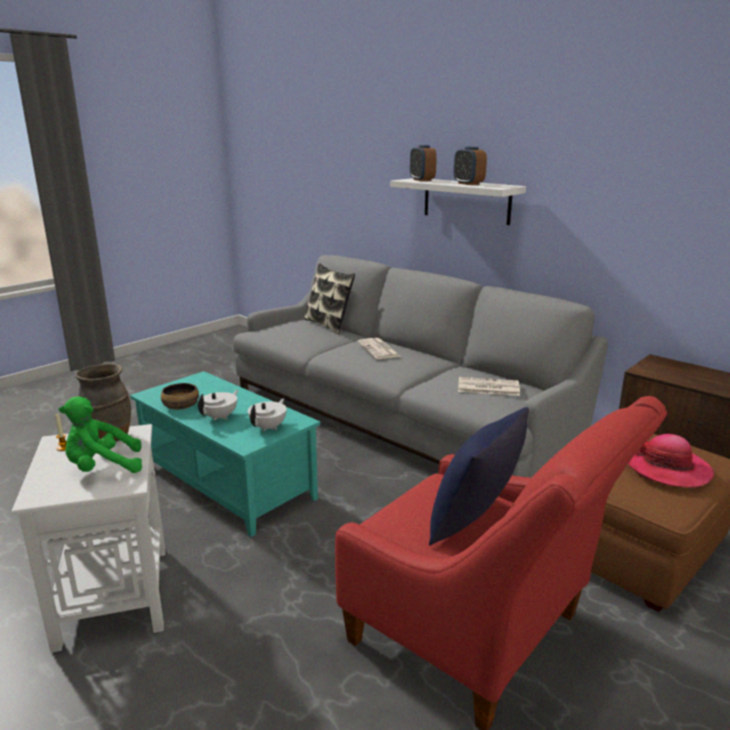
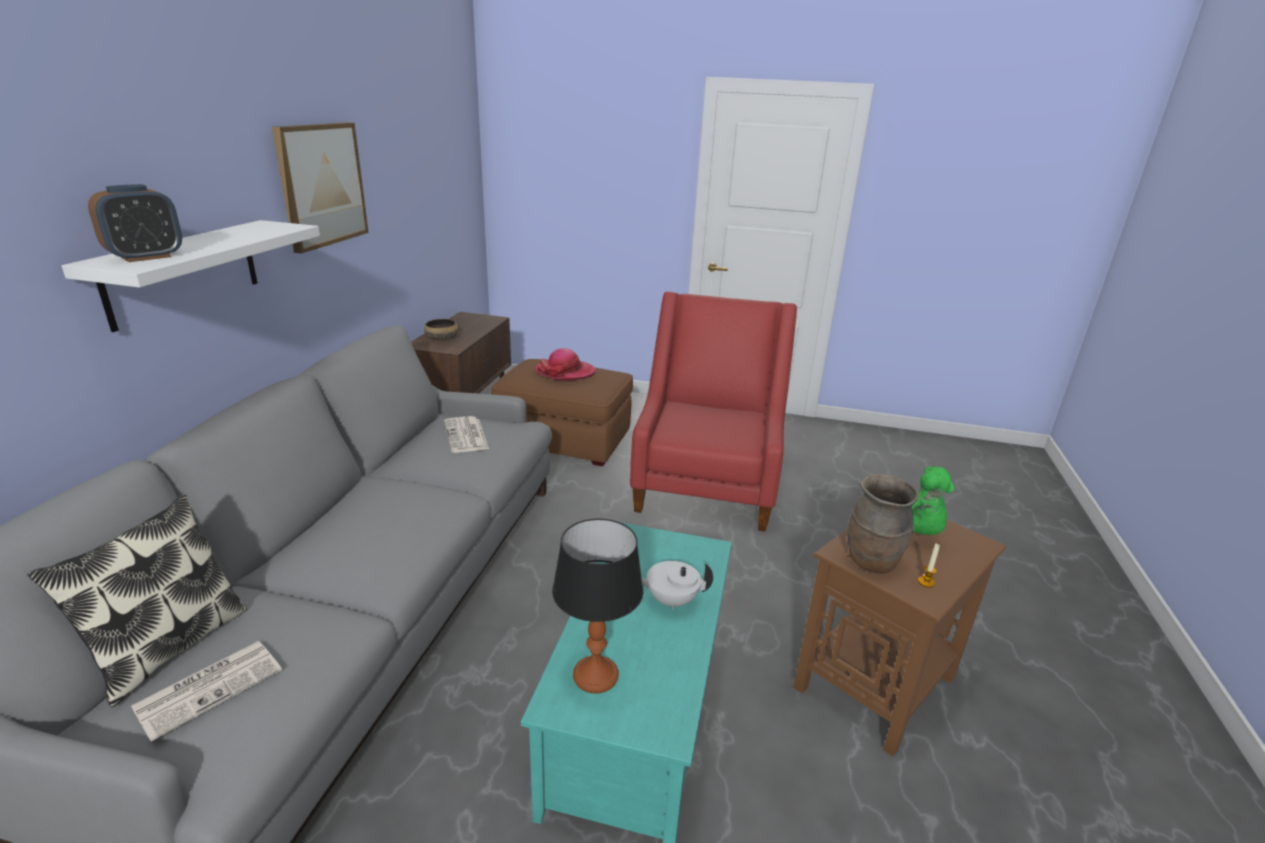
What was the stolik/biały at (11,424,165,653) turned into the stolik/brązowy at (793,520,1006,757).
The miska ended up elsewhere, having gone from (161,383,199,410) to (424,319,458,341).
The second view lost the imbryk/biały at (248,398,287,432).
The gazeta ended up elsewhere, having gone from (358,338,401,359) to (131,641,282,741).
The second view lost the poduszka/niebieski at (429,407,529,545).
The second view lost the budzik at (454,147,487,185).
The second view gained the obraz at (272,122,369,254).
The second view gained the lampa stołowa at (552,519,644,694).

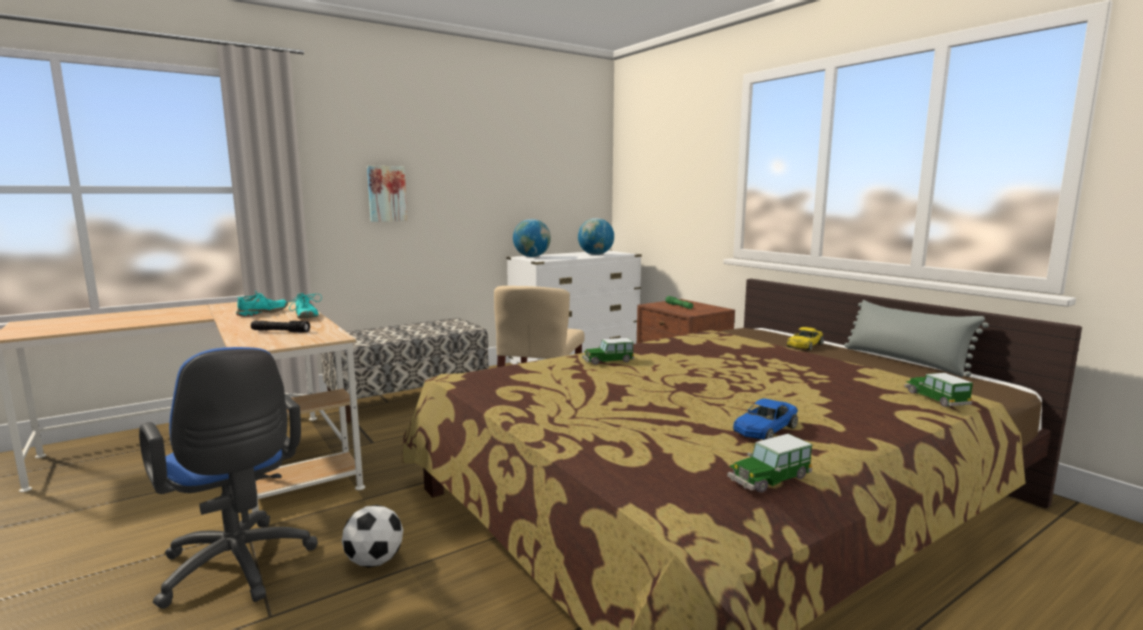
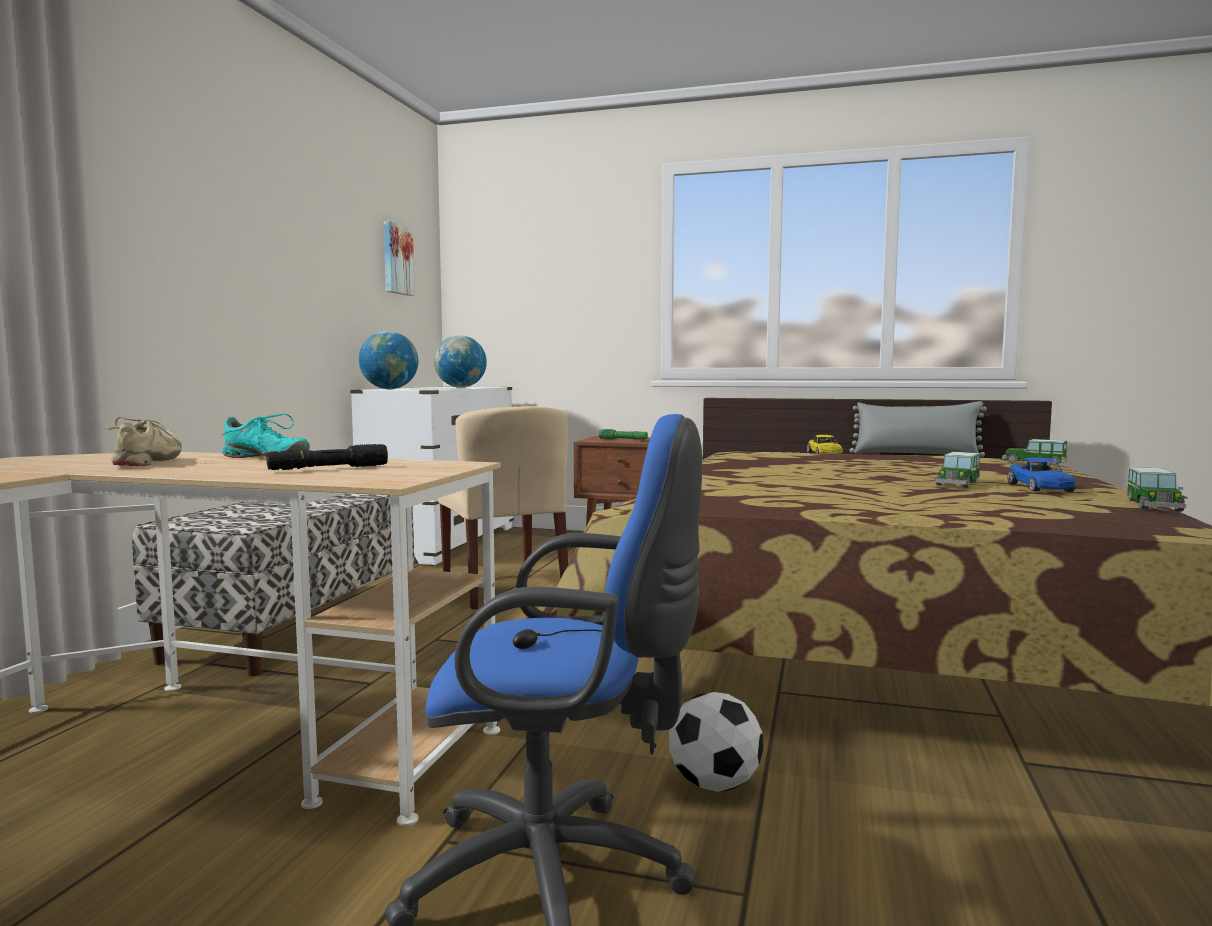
What was the but/turkusowy at (236,291,288,317) turned into the but/beżowy at (103,417,181,466).
The obraz ended up elsewhere, having gone from (367,165,407,222) to (384,221,415,296).
The samochodzik ended up elsewhere, having gone from (582,338,634,365) to (935,452,980,488).

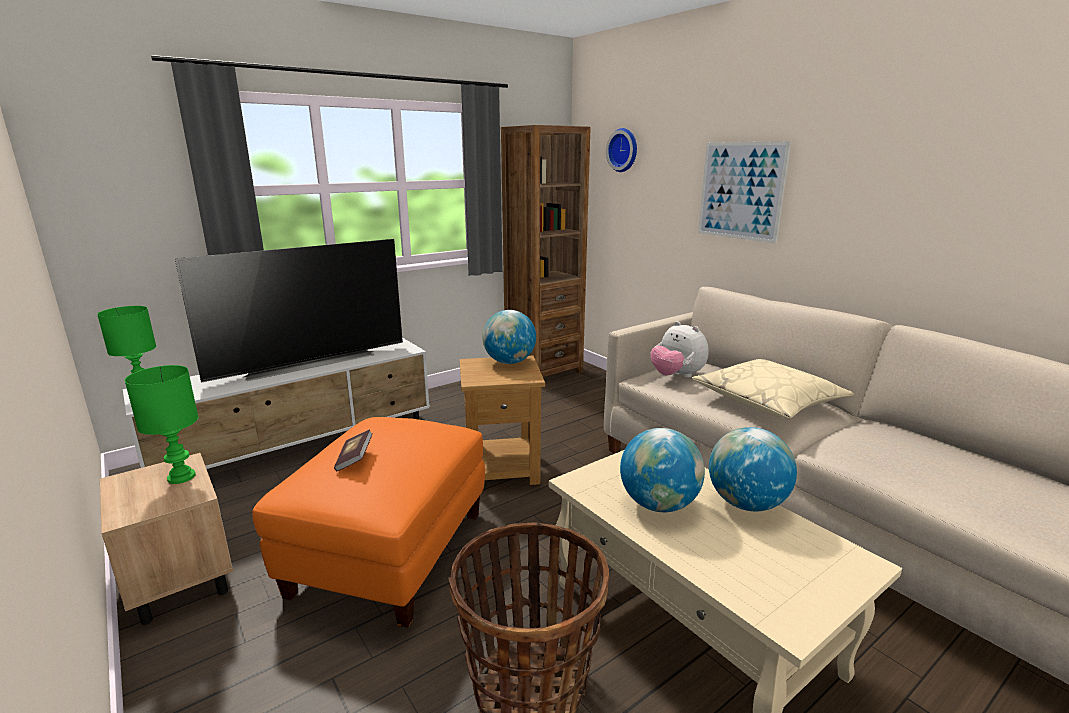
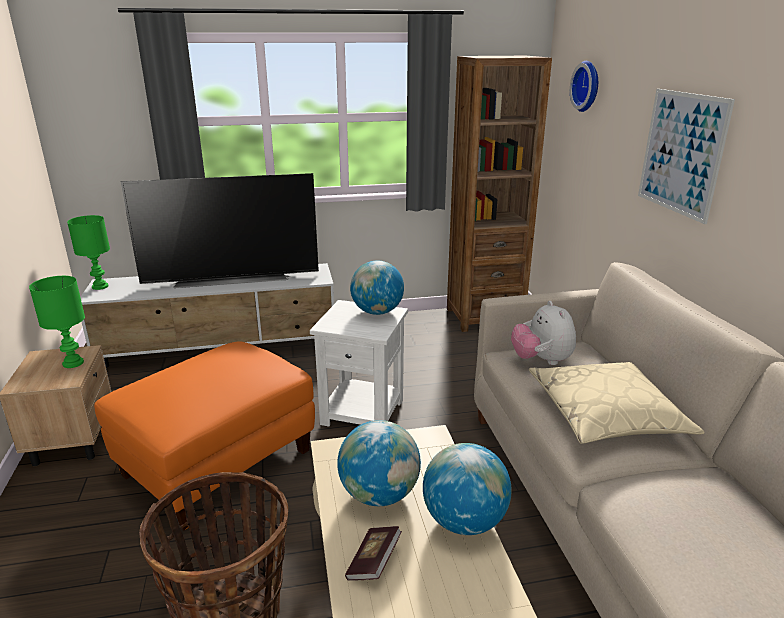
The książka ended up elsewhere, having gone from (334,429,373,471) to (345,526,402,581).
What was the stolik/brązowy at (459,355,545,485) turned into the stolik/biały at (310,300,408,427).

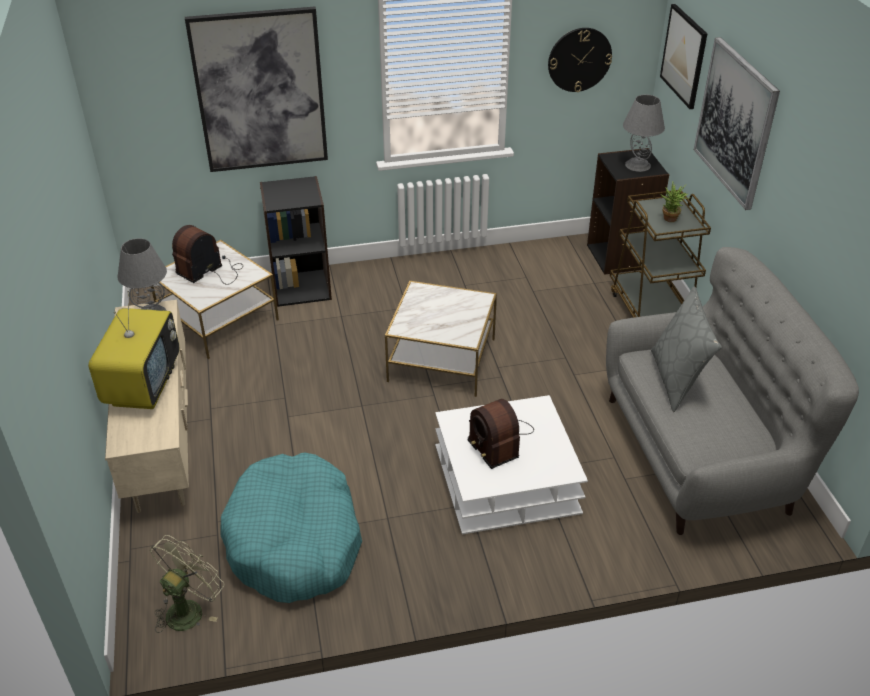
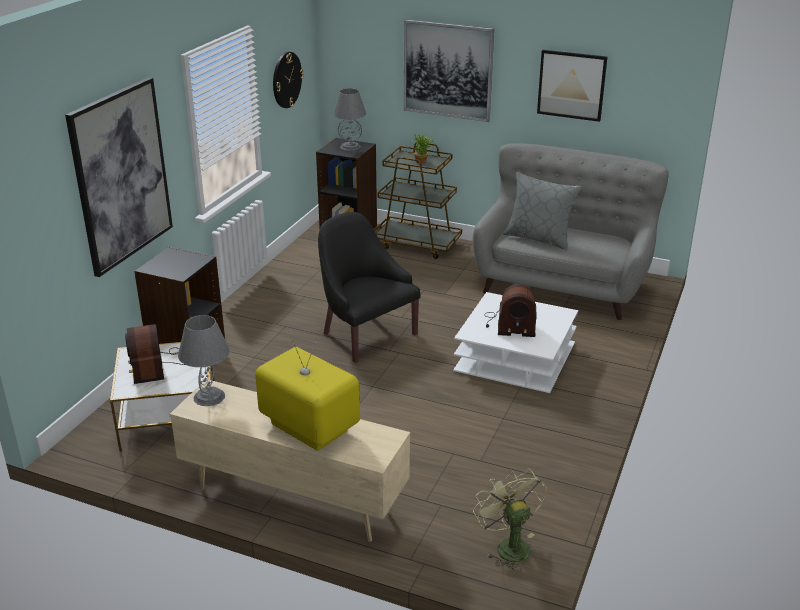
The second view lost the legowisko/turkusowy at (220,453,362,603).
Where the stolik stood at (385,281,497,397), the fotel/czarny came to stand at (318,212,421,363).
The obraz ended up elsewhere, having gone from (660,4,707,109) to (537,50,607,122).

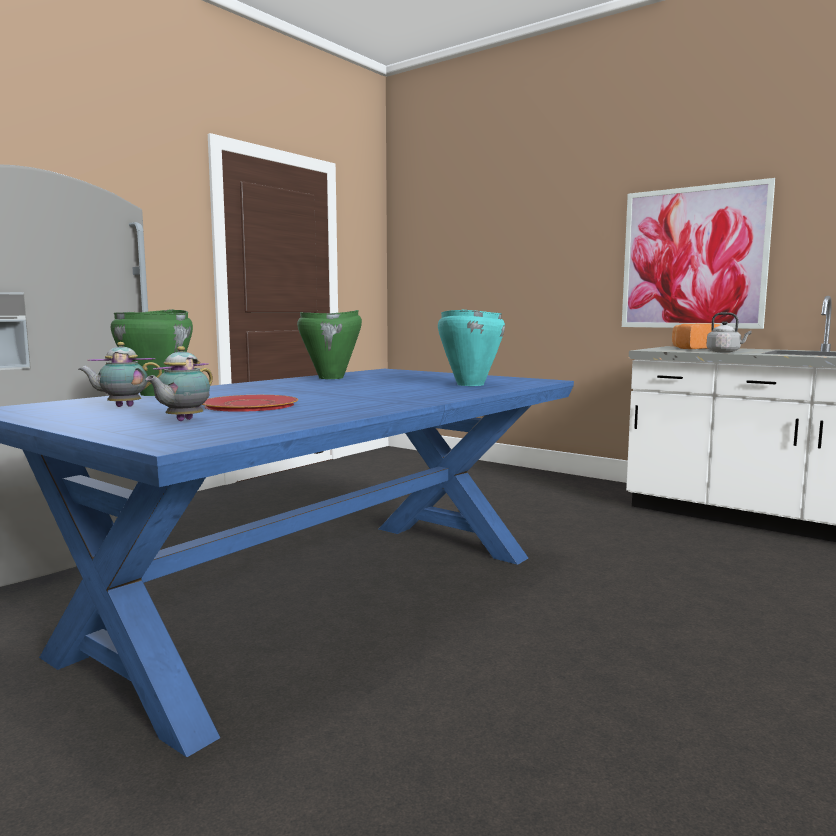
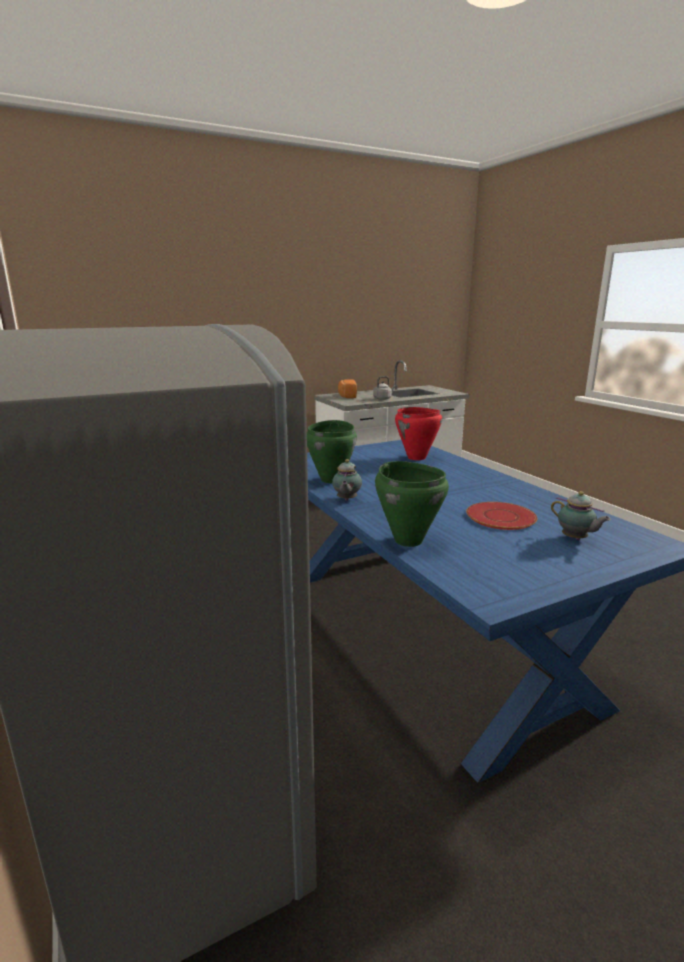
The imbryk ended up elsewhere, having gone from (79,342,162,407) to (332,459,362,501).
What was the garnek/turkusowy at (438,310,505,386) turned into the garnek/czerwony at (395,407,442,460).
The second view lost the obraz at (622,178,775,329).

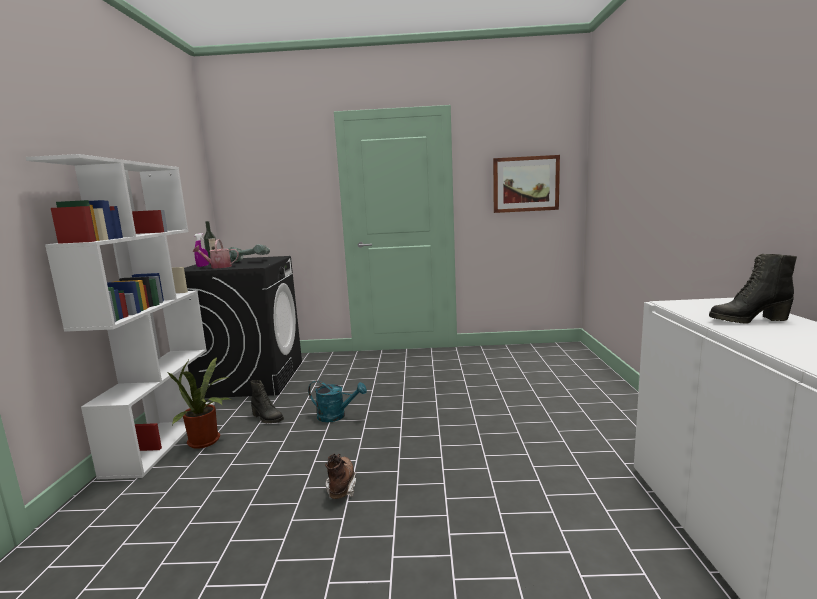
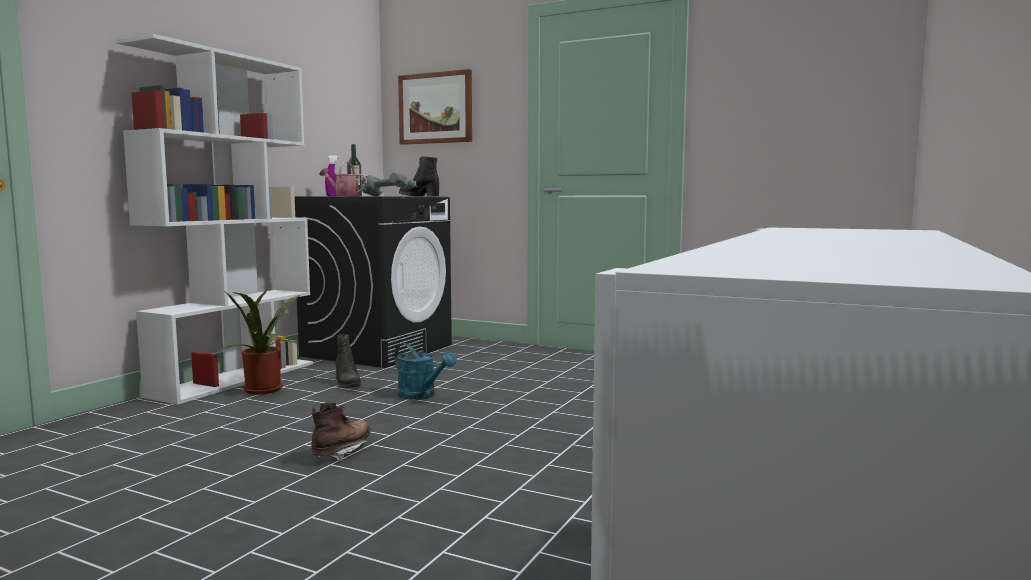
The obraz ended up elsewhere, having gone from (493,155,560,213) to (398,69,472,145).
The but z cholewką/czarny ended up elsewhere, having gone from (709,254,797,324) to (399,156,439,196).

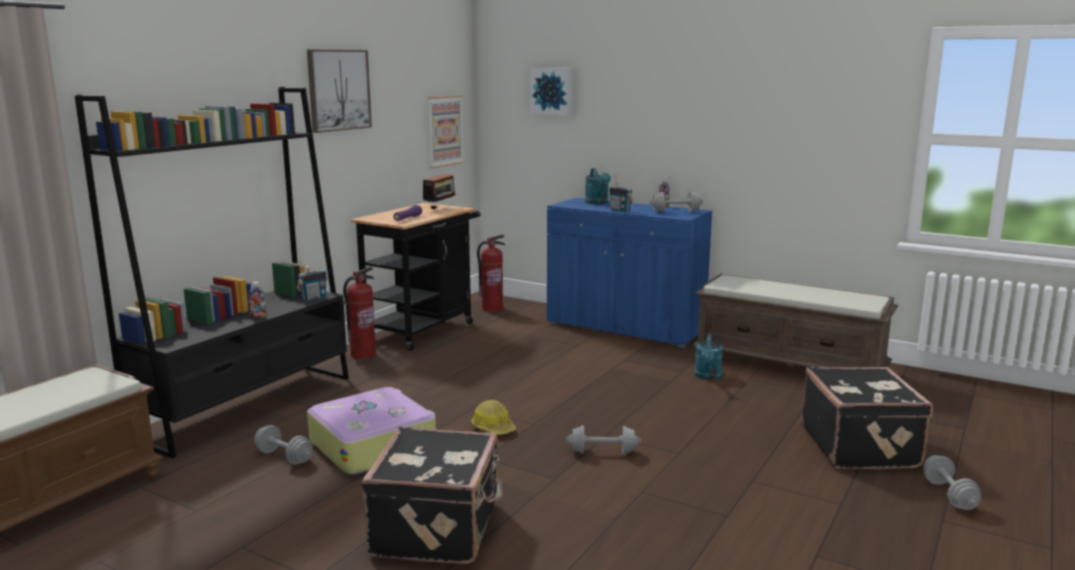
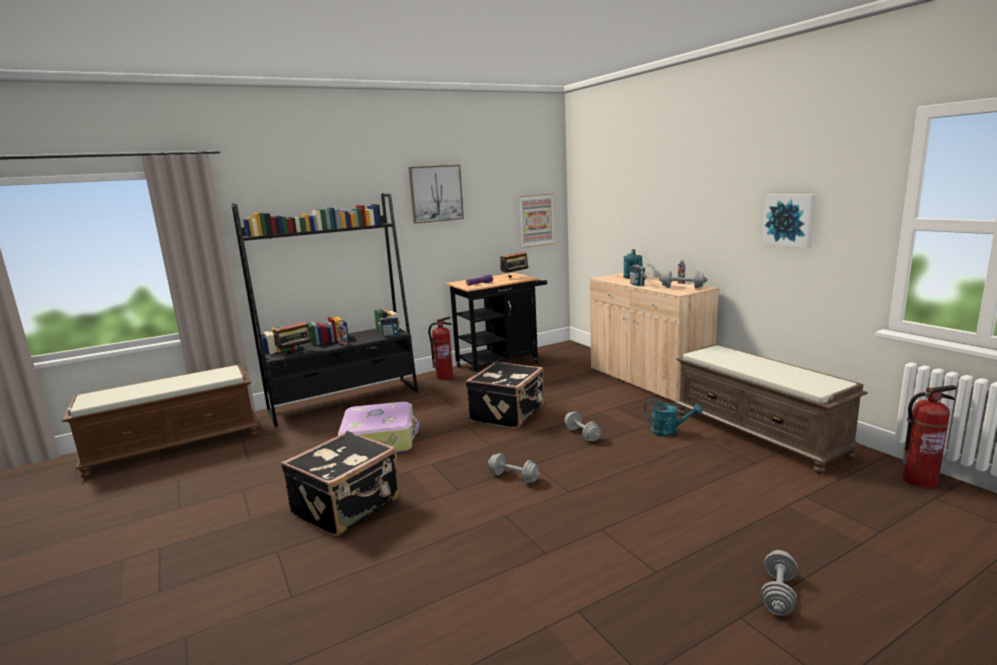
The hantel/szary ended up elsewhere, having gone from (254,425,313,464) to (564,412,601,441).
The second view lost the kask at (471,400,516,435).
The gaśnica ended up elsewhere, having gone from (477,235,505,312) to (902,385,957,489).
The obraz ended up elsewhere, having gone from (530,67,573,116) to (761,195,816,248).
What was the szafka/niebieski at (547,198,712,348) turned into the szafka/beżowy at (590,273,719,403).
The konewka/turkusowy at (694,334,723,380) ended up facing another way, 105 degrees counterclockwise from before.
The walizka/czarny ended up elsewhere, having gone from (801,367,933,469) to (465,361,544,429).
The second view gained the radio at (273,320,312,354).

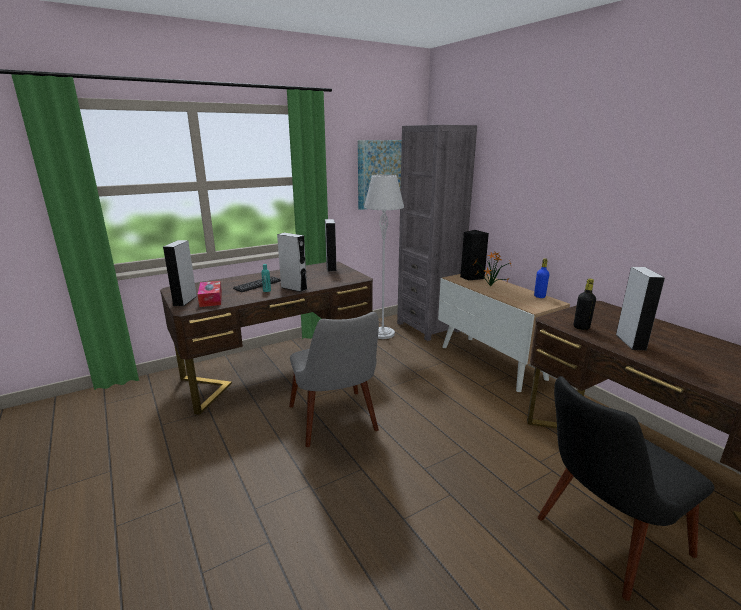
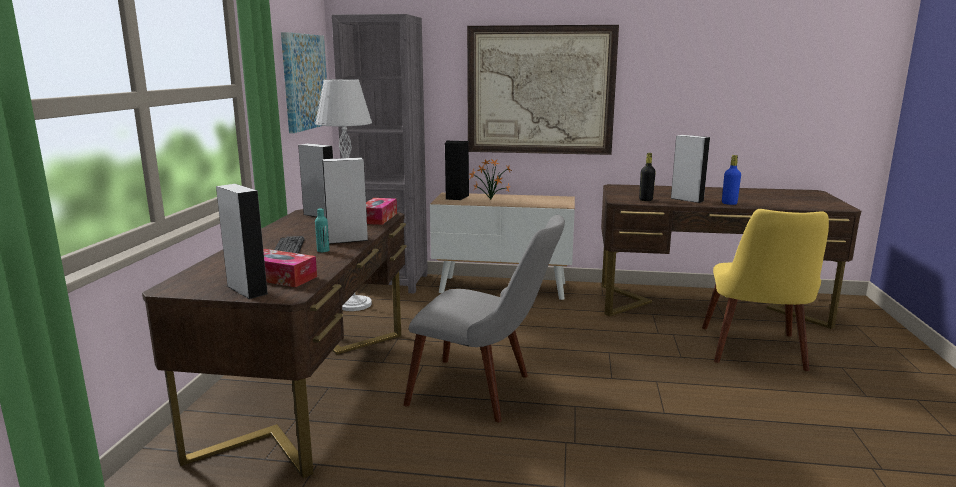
The butelka/niebieski ended up elsewhere, having gone from (534,258,549,298) to (722,155,741,205).
What was the krzesło/czarny at (537,376,714,601) turned into the krzesło/żółty at (702,209,829,371).
The second view gained the pudełko chusteczek at (366,198,397,225).
The second view gained the obraz at (467,25,619,155).

